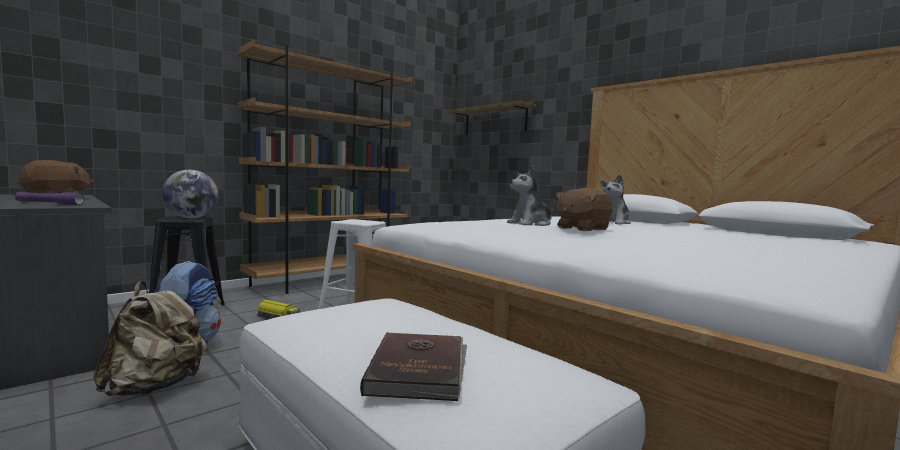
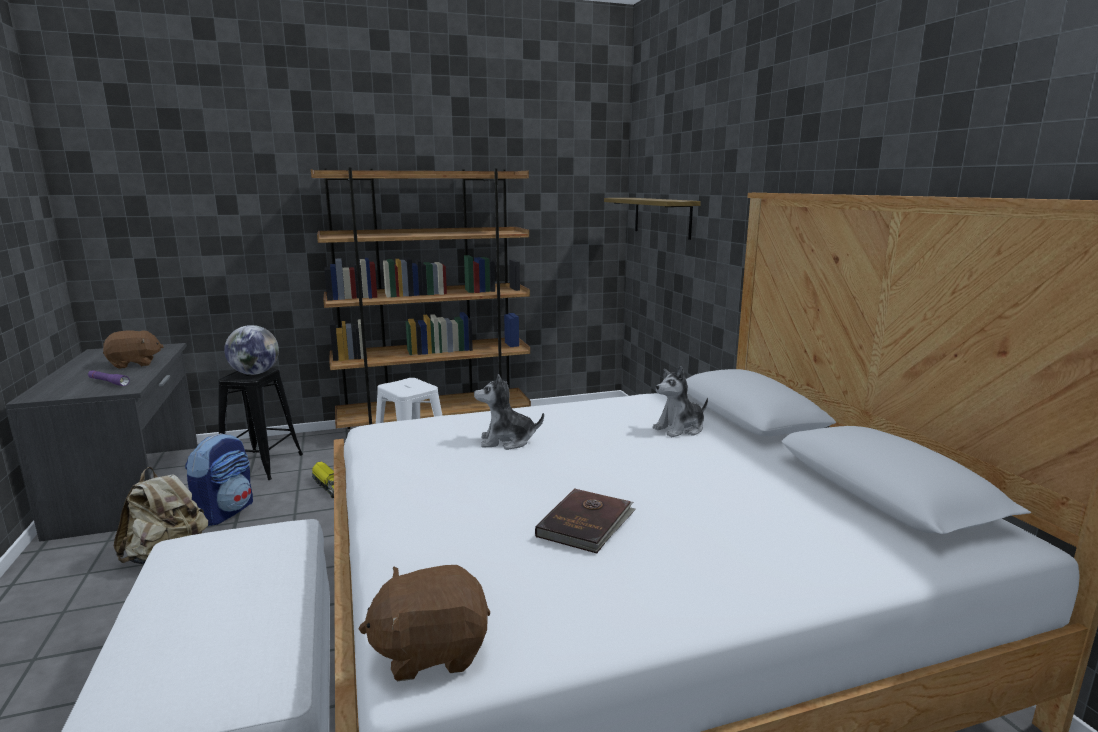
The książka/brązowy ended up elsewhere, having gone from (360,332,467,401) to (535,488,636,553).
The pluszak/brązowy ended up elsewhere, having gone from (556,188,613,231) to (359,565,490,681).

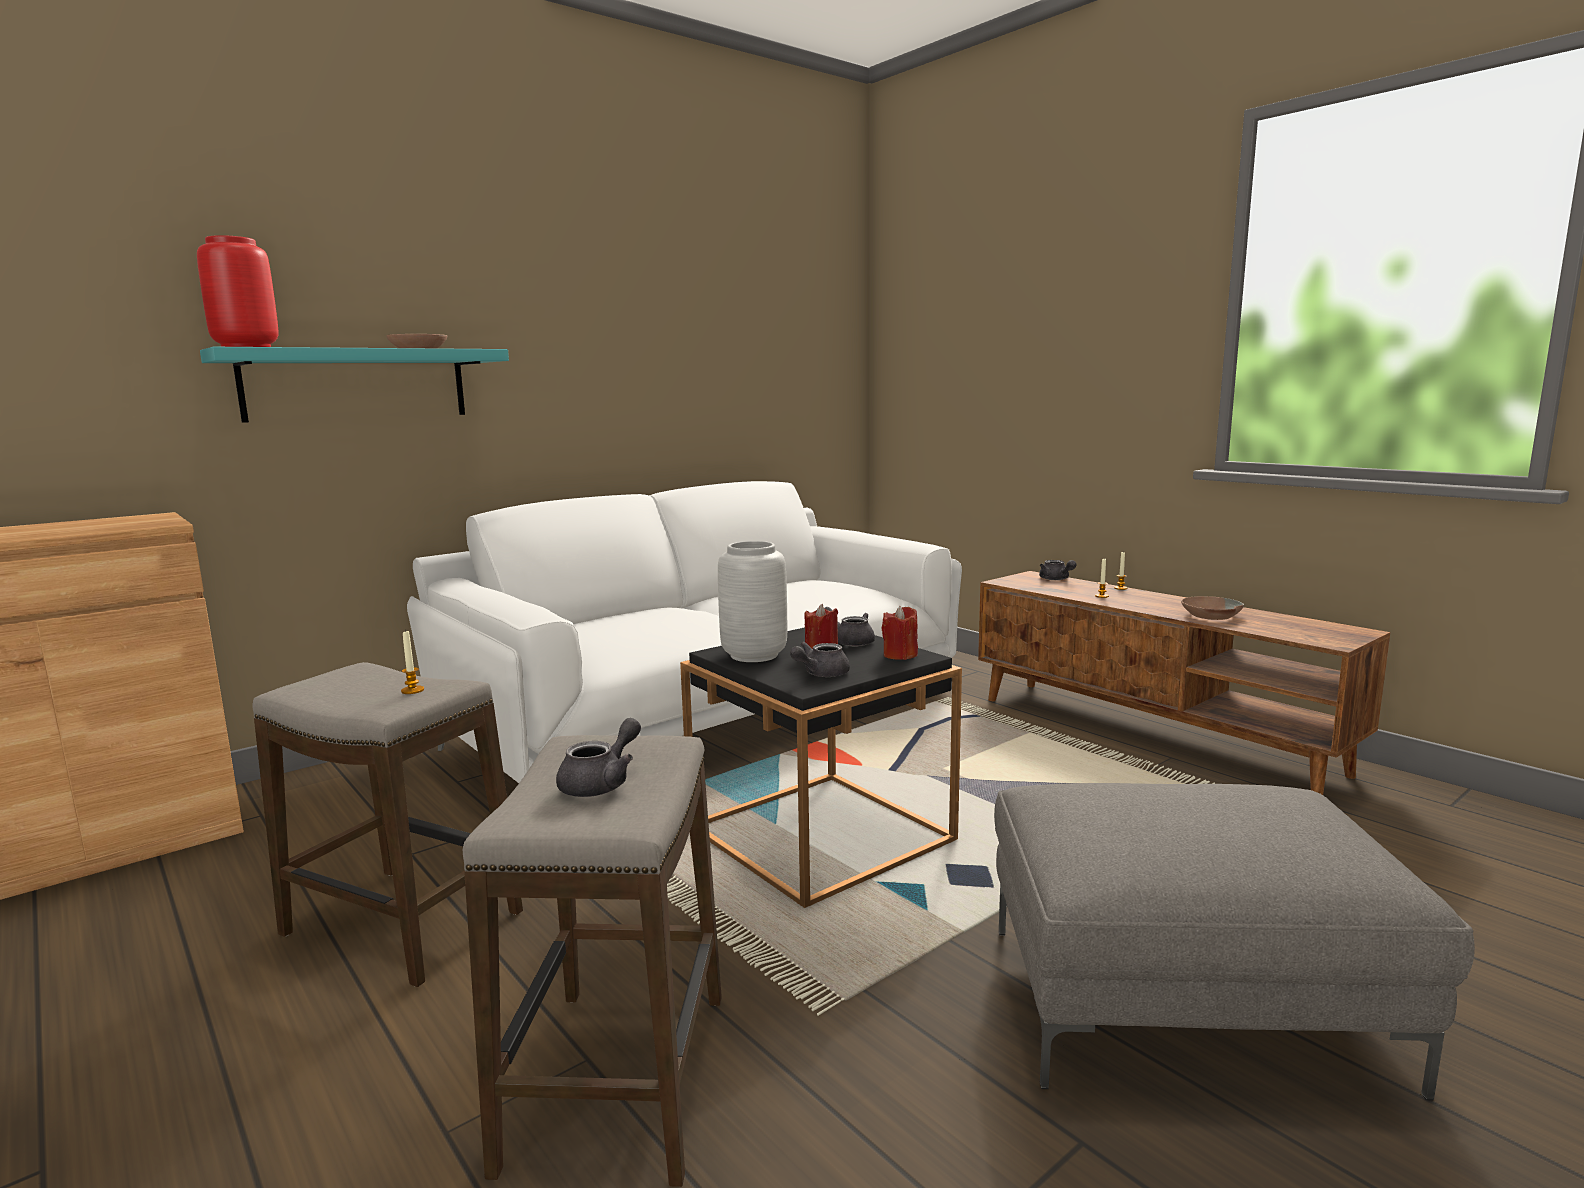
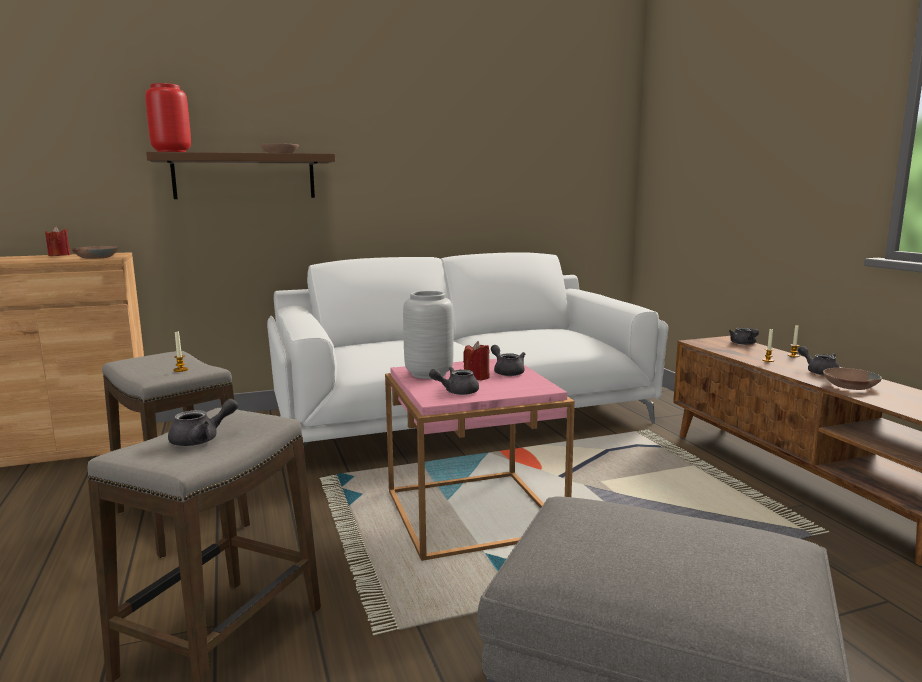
What was the półka/turkusowy at (200,347,509,423) turned into the półka/brązowy at (146,152,335,199).
What was the stolik/czarny at (680,627,962,908) turned into the stolik/różowy at (385,359,575,561).
The świeca/czerwony ended up elsewhere, having gone from (881,606,918,660) to (45,226,71,256).
The second view gained the miska/brązowy at (72,246,119,259).
The second view gained the imbryk/szary at (798,346,840,375).

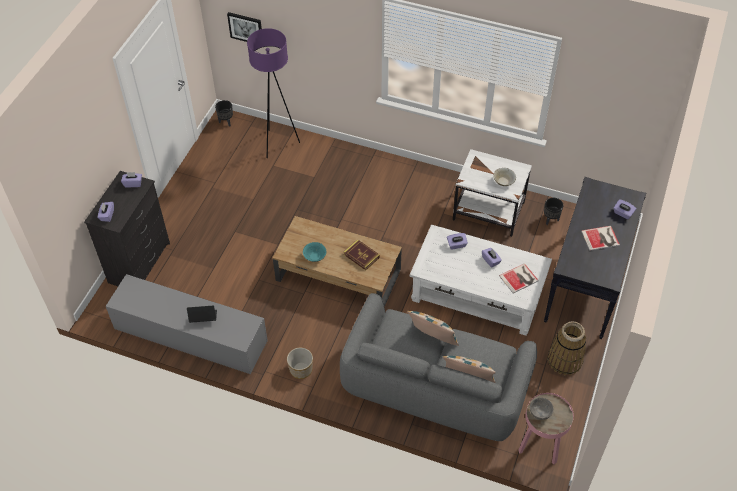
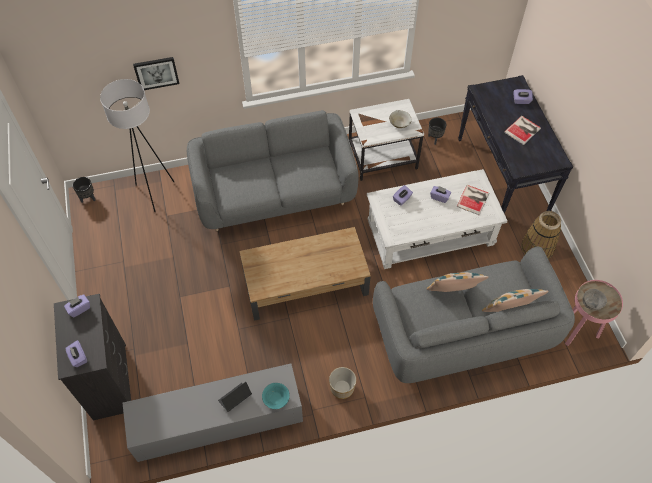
The obraz ended up elsewhere, having gone from (227,12,262,42) to (133,57,179,90).
What was the lampa stojąca/fioletowy at (247,28,300,158) turned into the lampa stojąca/biały at (100,79,174,212).
The miska/turkusowy ended up elsewhere, having gone from (303,242,326,262) to (262,383,290,409).
The second view lost the książka at (344,239,380,270).
The second view gained the kanapa/szary at (187,110,358,231).

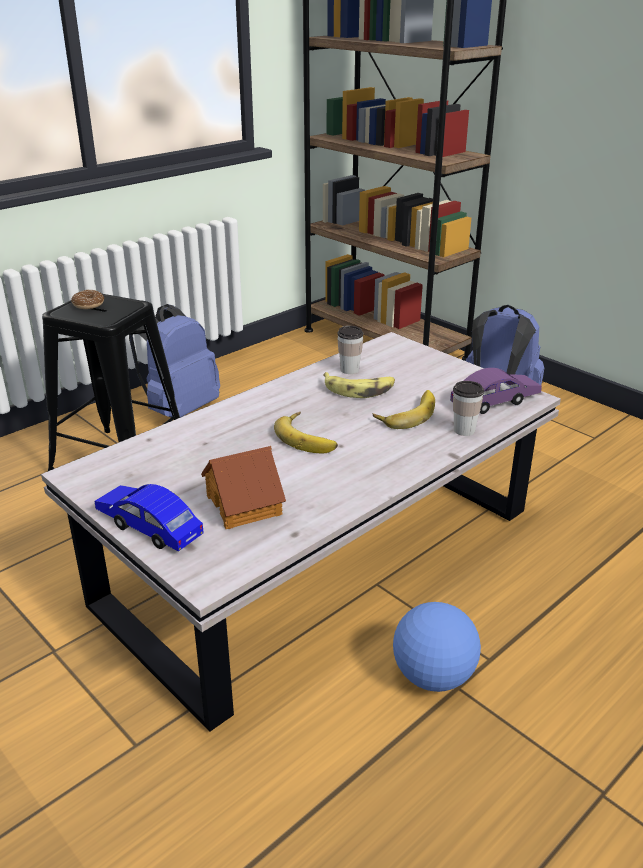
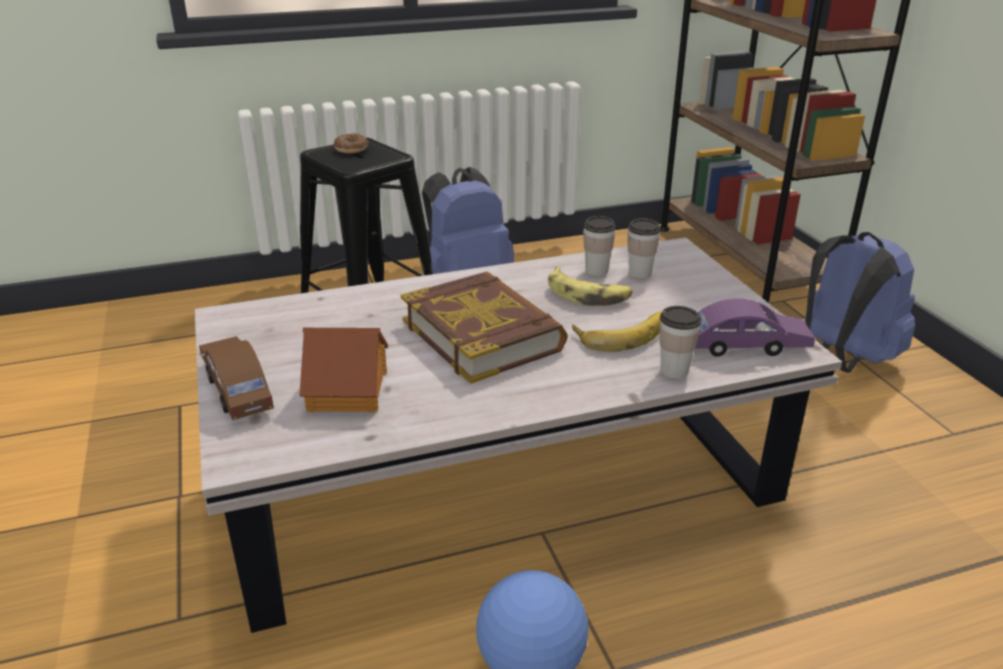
What was the samochodzik/niebieski at (95,484,204,551) turned into the samochodzik/brązowy at (199,336,274,420).
Where the banan stood at (274,412,338,453), the książka came to stand at (401,272,568,384).
The second view gained the filiżanka at (627,218,660,278).

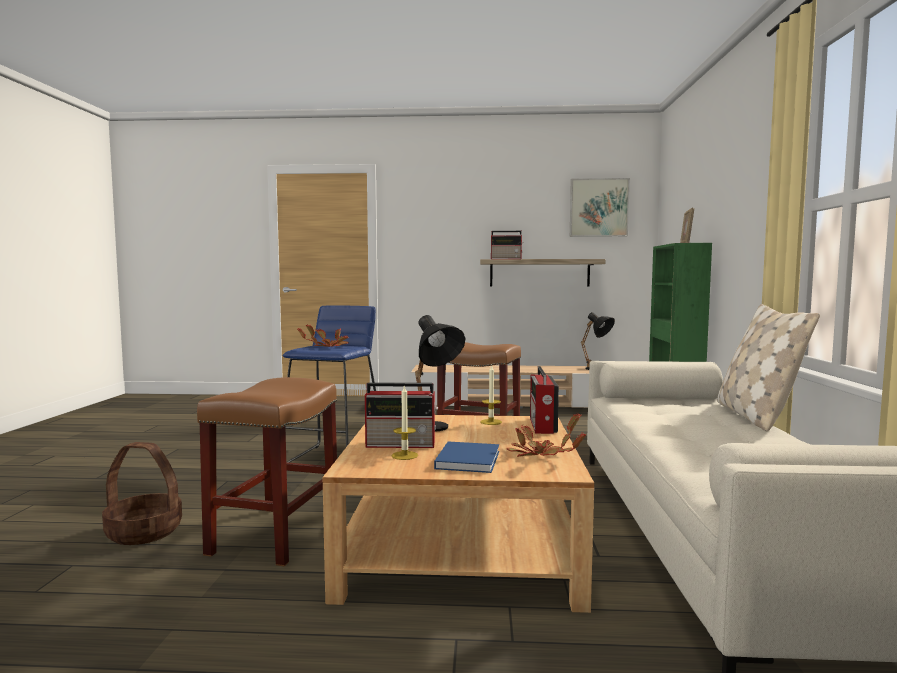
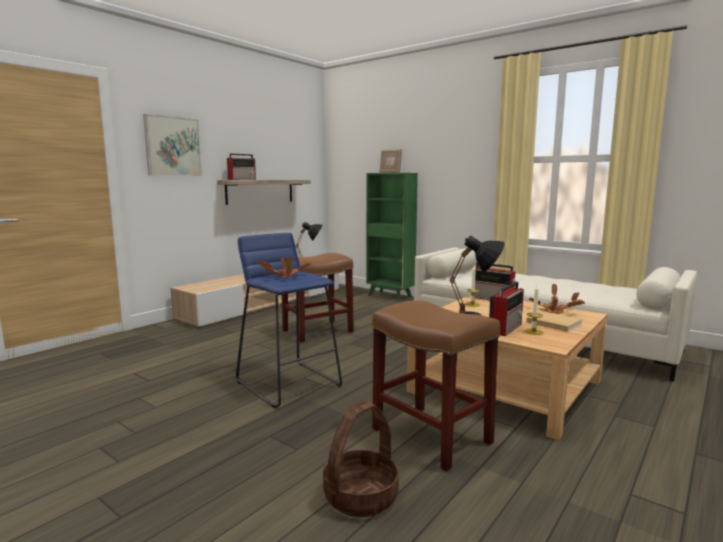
What was the książka/niebieski at (434,442,499,473) turned into the książka/beżowy at (526,311,583,332).
The obraz ended up elsewhere, having gone from (570,178,630,237) to (143,114,202,176).
The second view lost the poduszka/beżowy at (717,304,820,431).

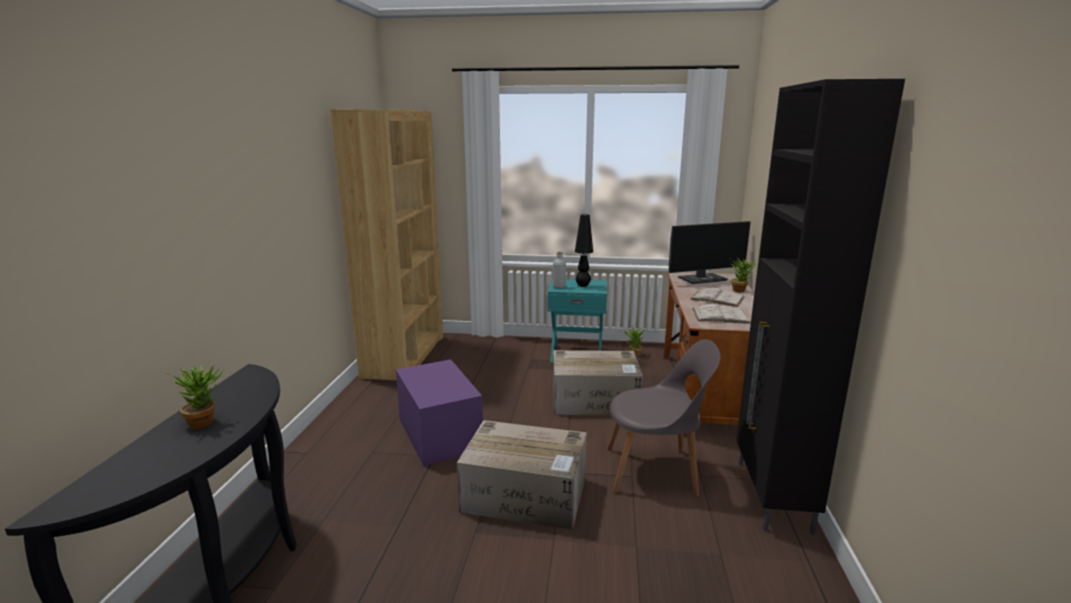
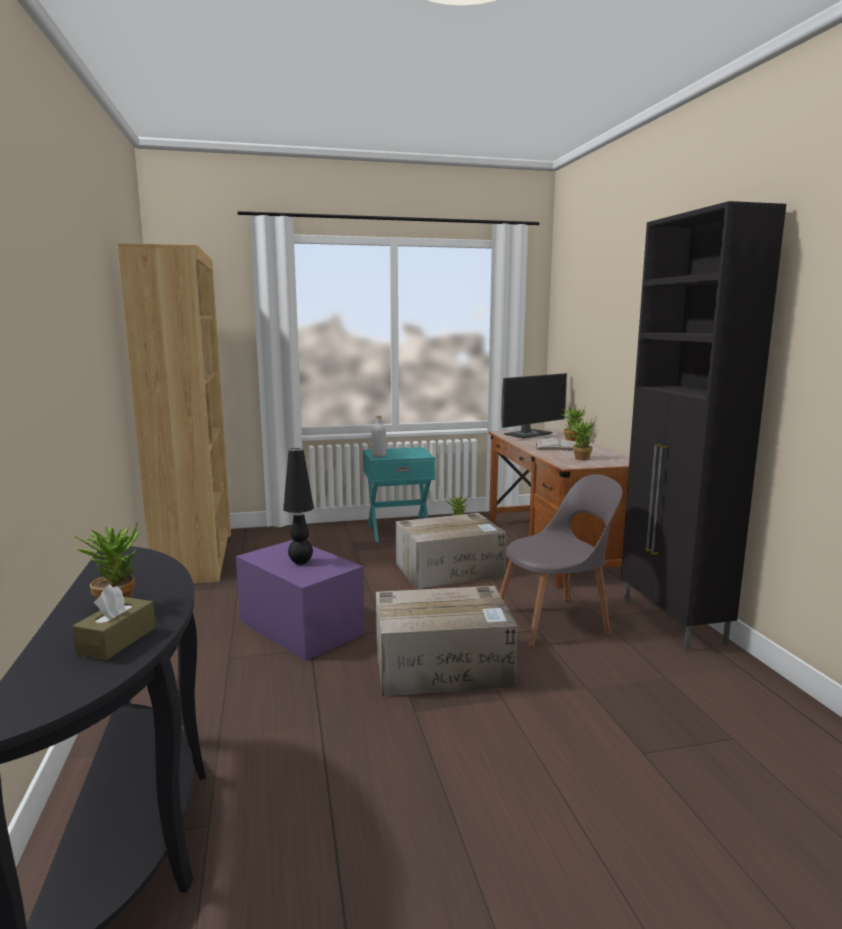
The lampa stołowa/czarny ended up elsewhere, having gone from (575,214,593,287) to (283,448,314,565).
Where the książka/biały stood at (692,304,751,324), the roślina doniczkowa came to stand at (566,418,596,460).
The second view gained the pudełko chusteczek/brązowy at (72,585,156,660).

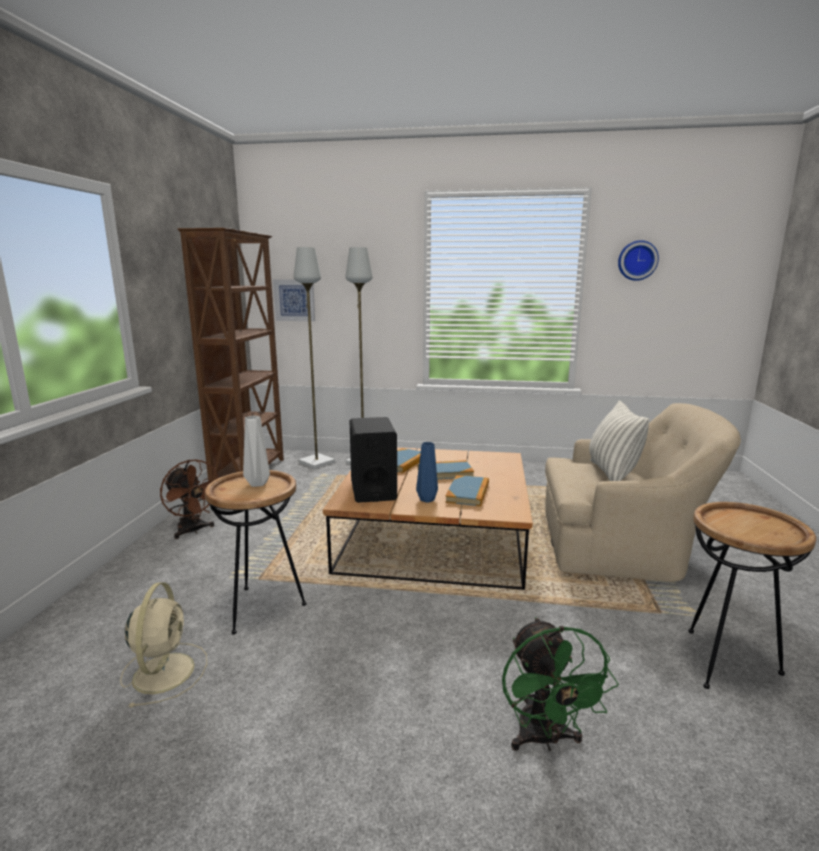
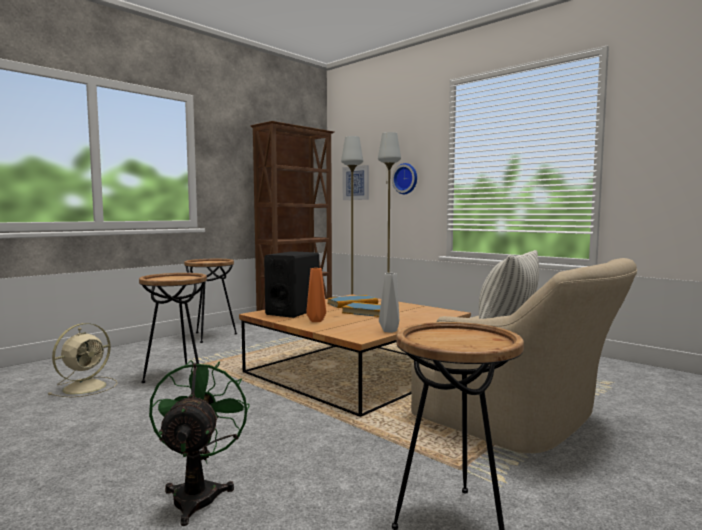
Where the wentylator/brązowy stood at (160,460,218,539), the stolik/brązowy came to stand at (184,259,237,343).
The wazon/szary ended up elsewhere, having gone from (243,416,270,487) to (379,273,399,333).
What was the wazon/niebieski at (416,442,438,503) turned into the wazon/pomarańczowy at (306,268,326,322).
The second view lost the książka at (445,475,489,507).
The wentylator/zielony at (502,617,619,751) ended up facing another way, 150 degrees clockwise from before.
The zegar ścienny ended up elsewhere, having gone from (618,240,659,281) to (392,163,417,194).

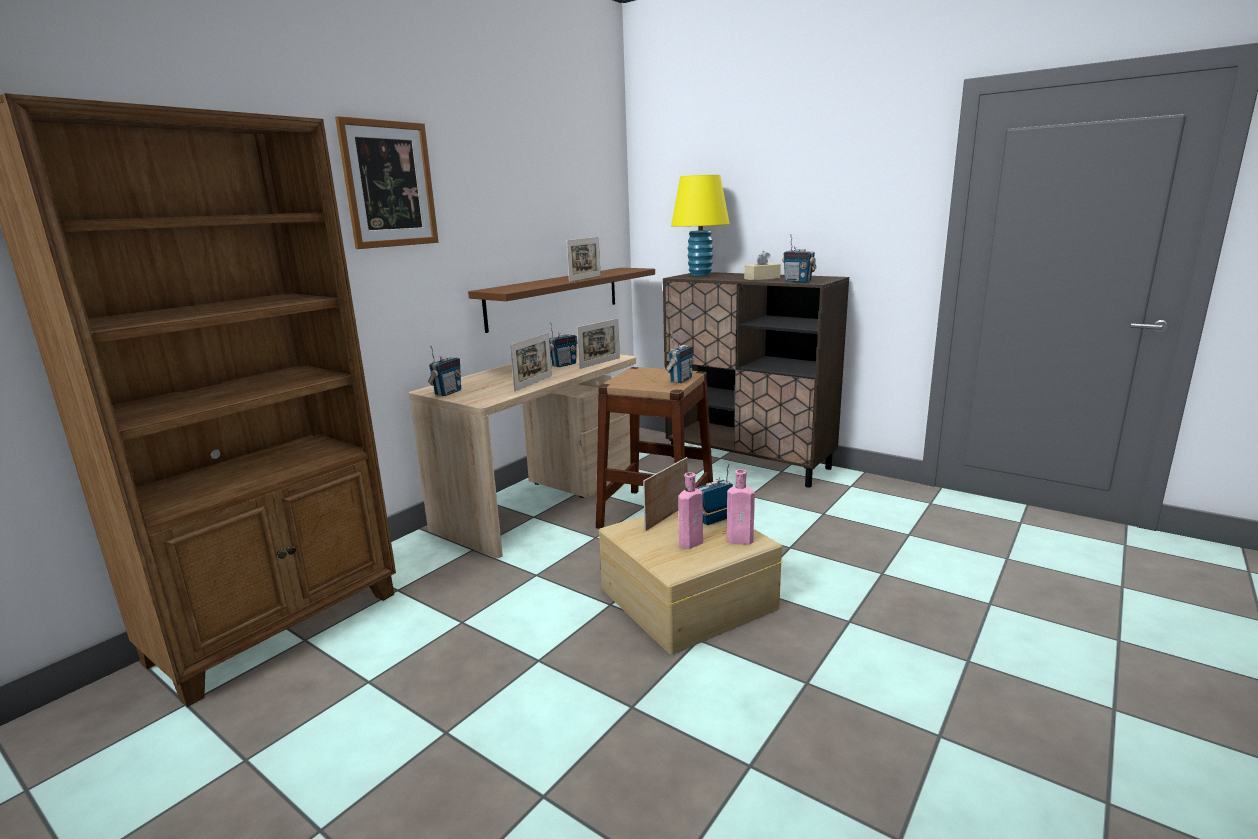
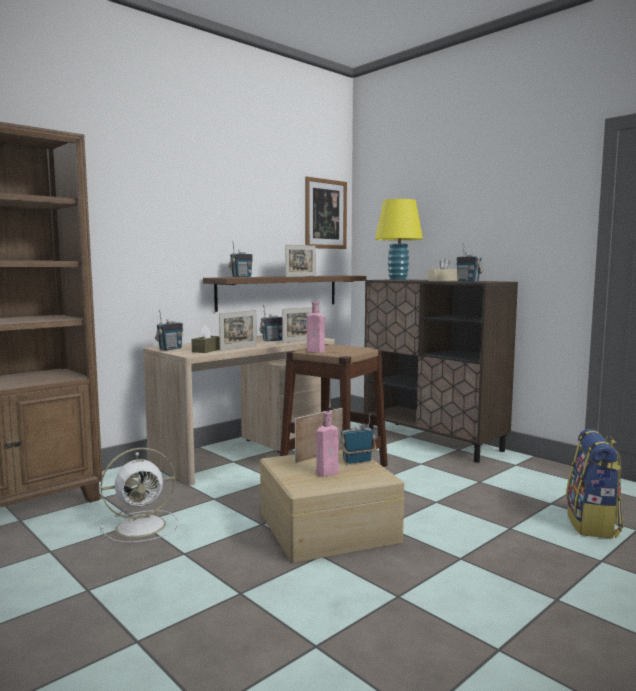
The obraz ended up elsewhere, having gone from (335,116,439,249) to (305,177,347,249).
The radio ended up elsewhere, having gone from (665,333,694,383) to (228,241,253,277).
The butelka/różowy ended up elsewhere, having gone from (727,469,755,544) to (307,302,325,353).
The second view gained the wentylator/biały at (100,447,178,543).
The second view gained the pudełko chusteczek/brązowy at (192,325,220,353).
The second view gained the plecak at (566,429,623,538).

